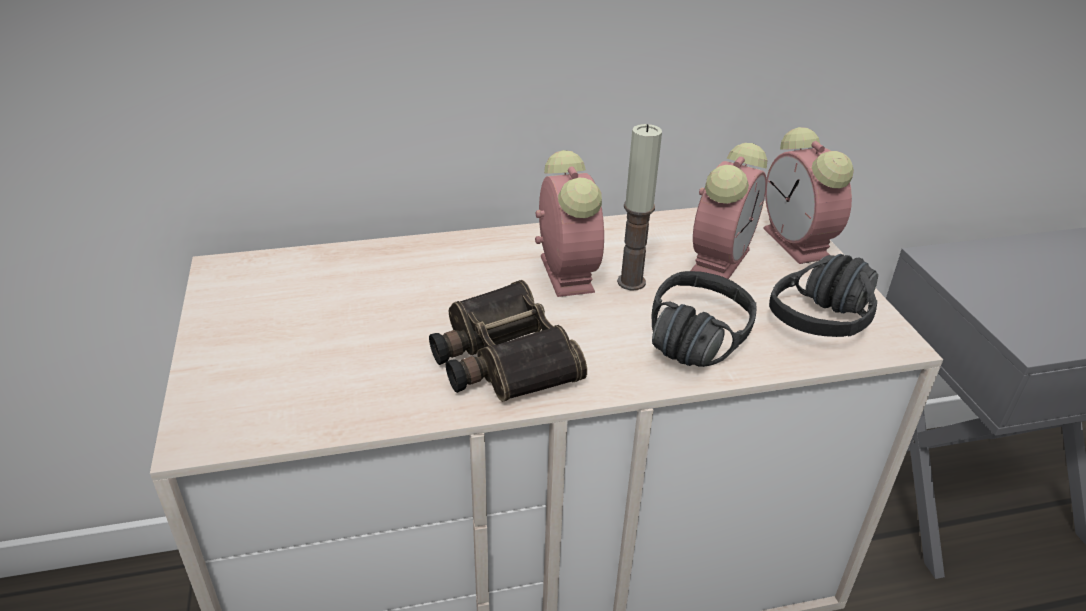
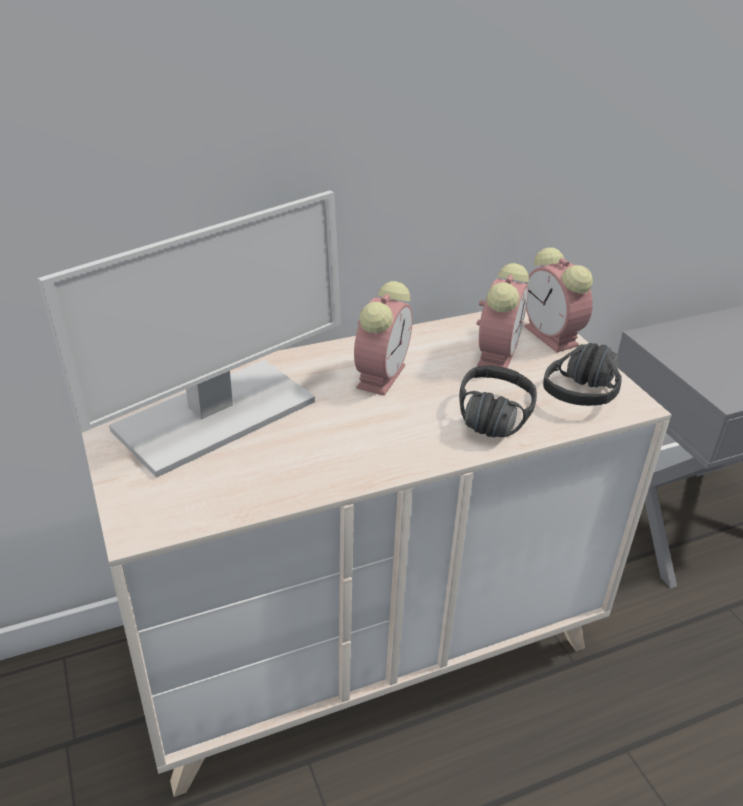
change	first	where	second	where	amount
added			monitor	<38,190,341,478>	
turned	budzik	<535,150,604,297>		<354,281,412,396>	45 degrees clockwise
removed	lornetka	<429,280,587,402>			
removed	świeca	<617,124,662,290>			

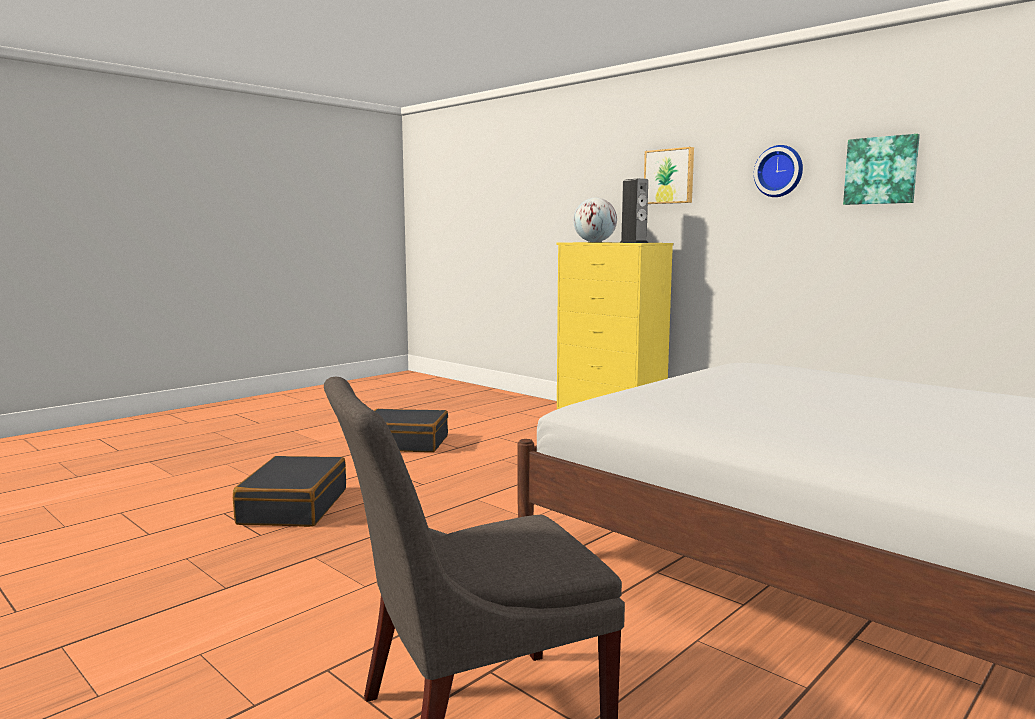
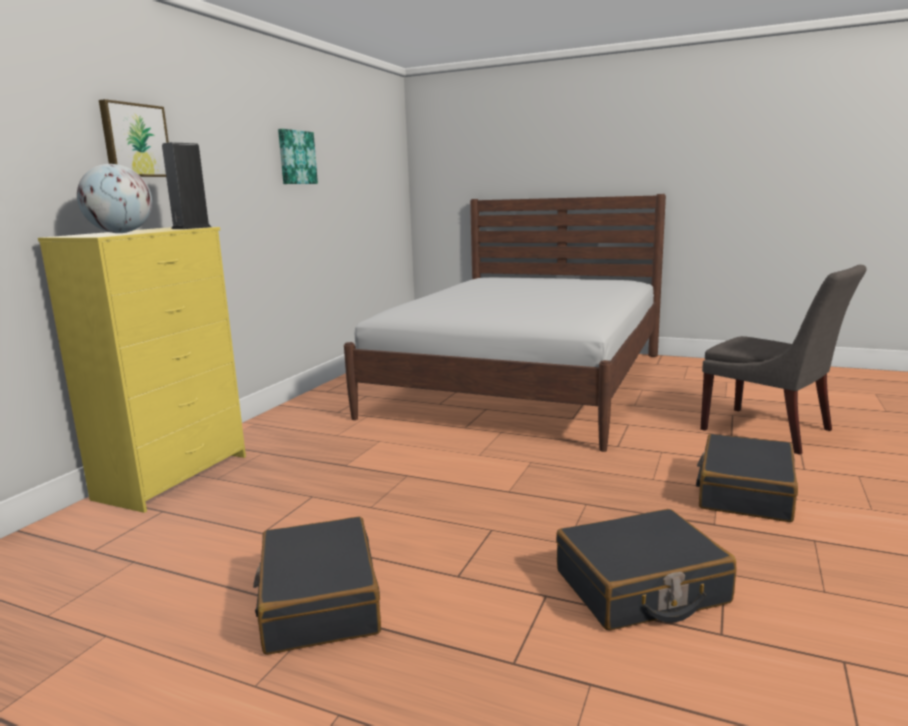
change	first	where	second	where	amount
added			walizka (czarny)	<696,434,798,522>	
removed	zegar ścienny	<754,145,803,197>			

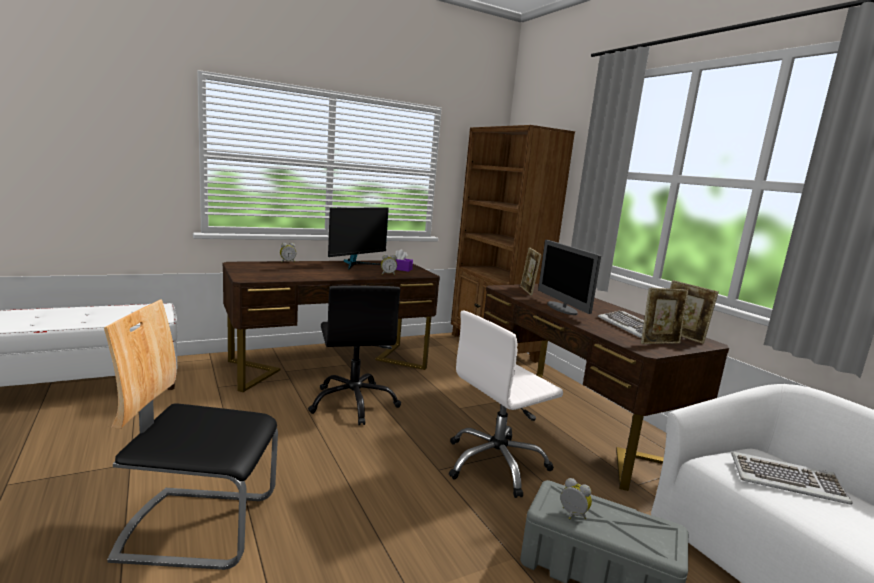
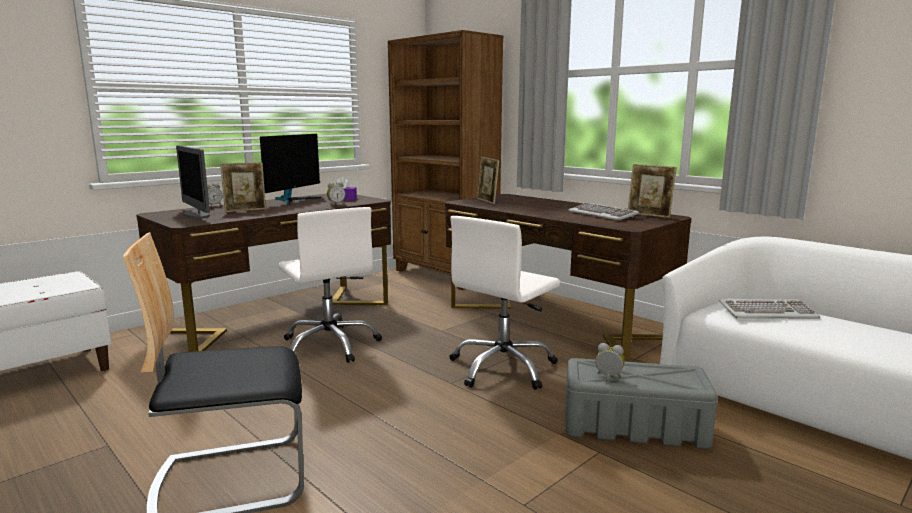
change	first	where	second	where	amount
moved	monitor	<538,240,601,315>		<176,145,210,219>	
moved	ramka na zdjęcie	<641,288,689,344>		<220,162,266,212>	
recoloured	krzesło biurowe (czarny)	<308,285,401,425>	krzesło biurowe (biały)	<278,207,382,363>	

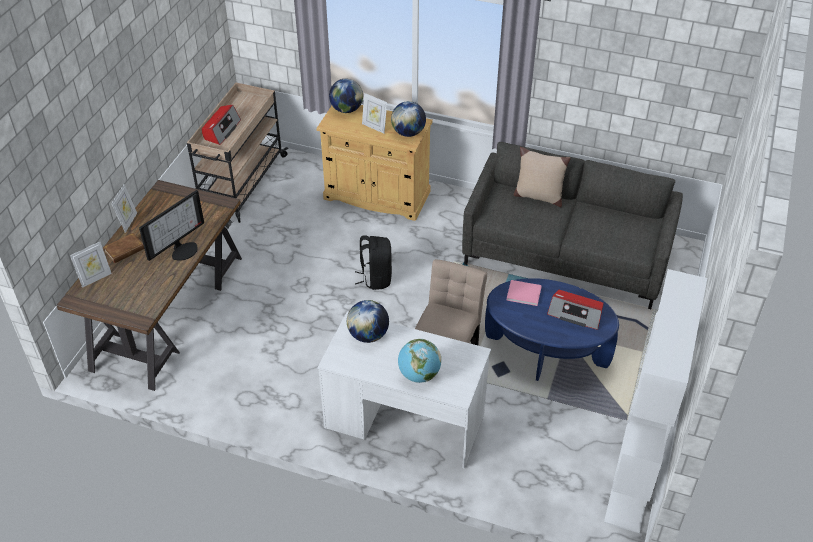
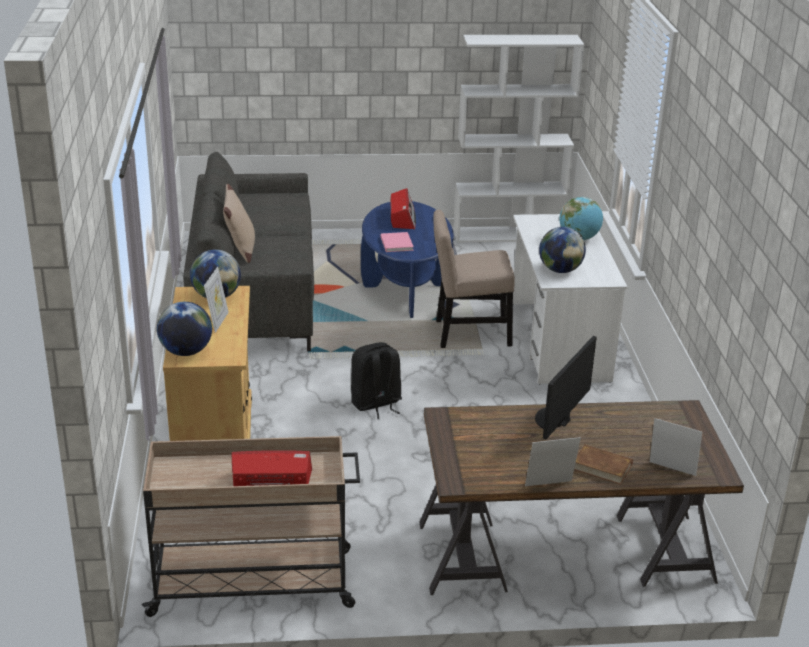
change	first	where	second	where	amount
turned	monitor	<139,190,204,261>		<535,336,597,439>	75 degrees counterclockwise

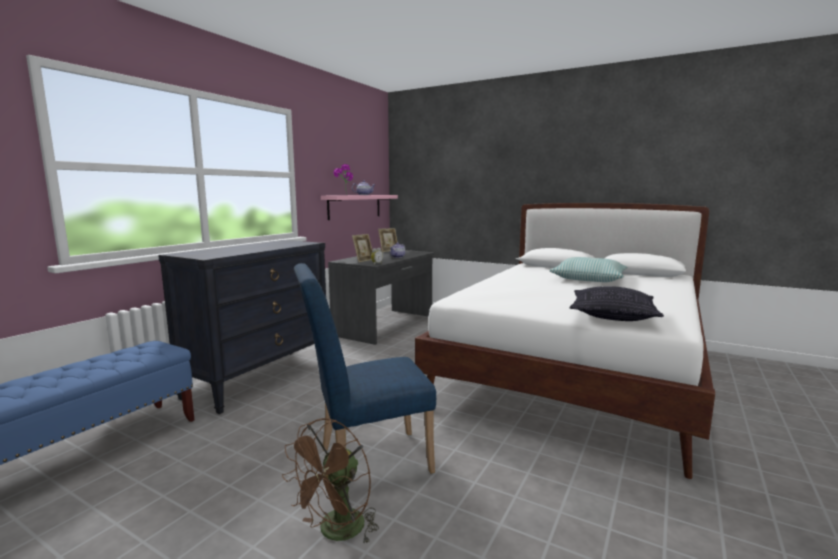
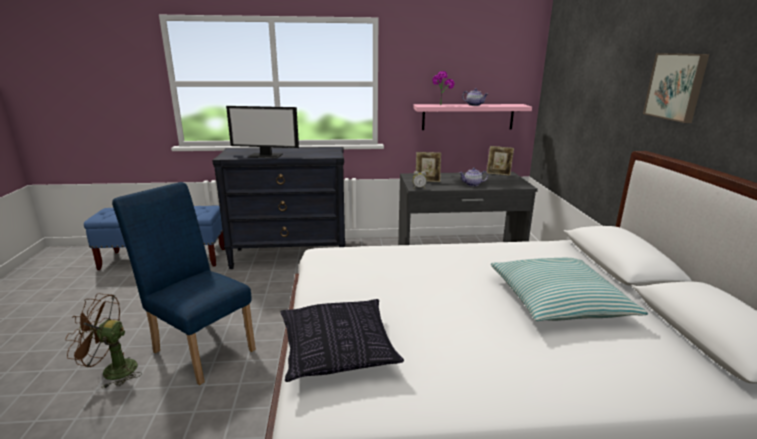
change	first	where	second	where	amount
added			monitor	<226,106,299,159>	
added			obraz	<643,53,709,123>	

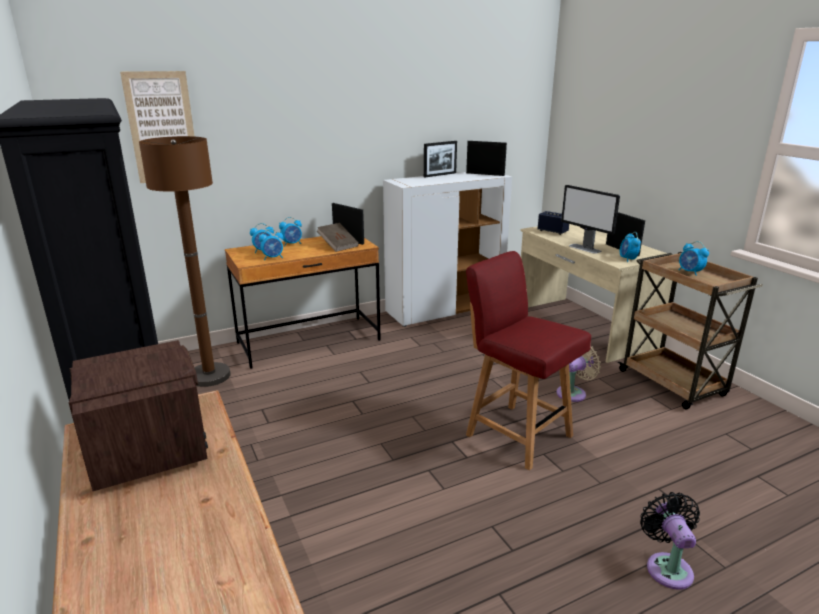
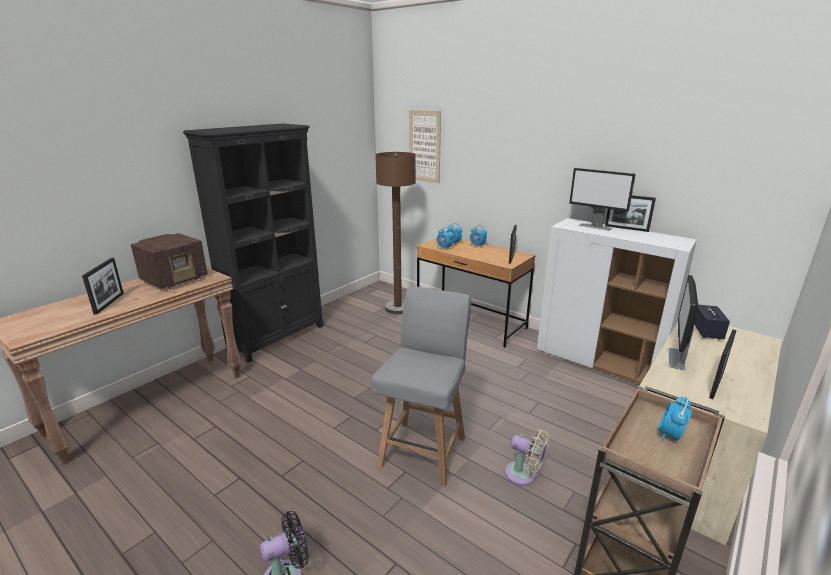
change	first	where	second	where	amount
moved	ramka na zdjęcie	<466,141,507,176>		<82,258,124,315>	
recoloured	krzesło (czerwony)	<466,251,591,470>	krzesło (szary)	<371,287,471,486>	
added			monitor	<569,168,636,231>	
removed	książka (brązowy)	<317,223,359,252>			
removed	budzik	<620,232,641,262>			

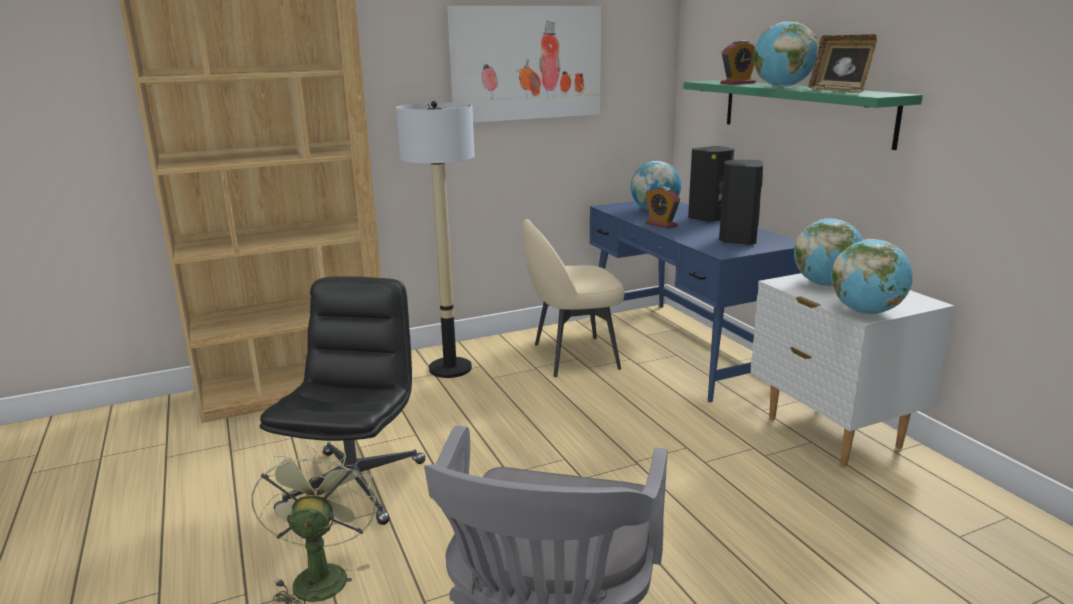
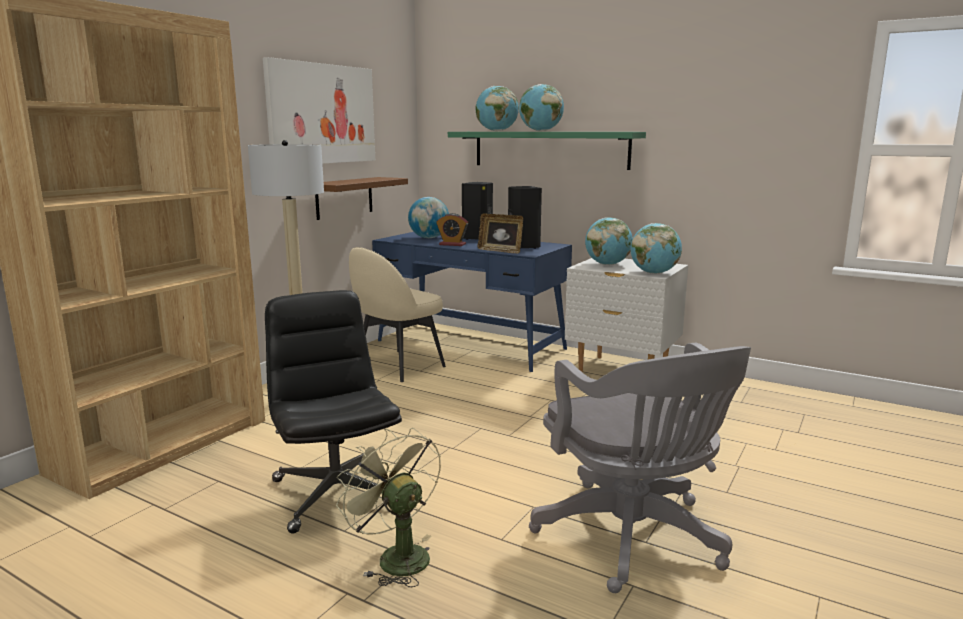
change	first	where	second	where	amount
added			półka (brązowy)	<315,177,408,220>	
replaced	budzik	<721,40,756,85>	globus	<476,86,519,131>	
moved	ramka na zdjęcie	<808,34,877,93>		<478,213,523,254>	

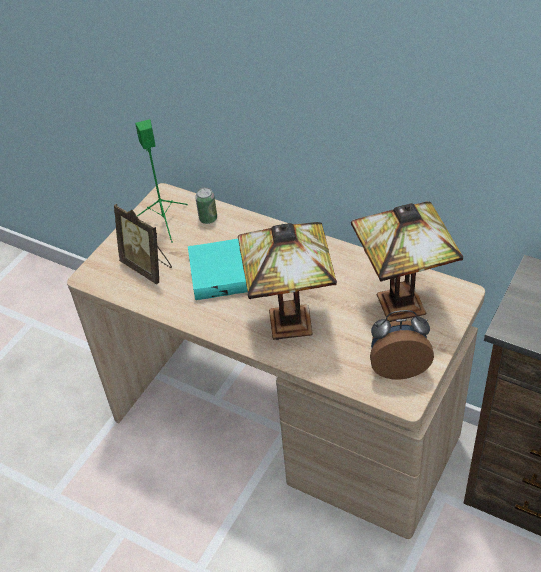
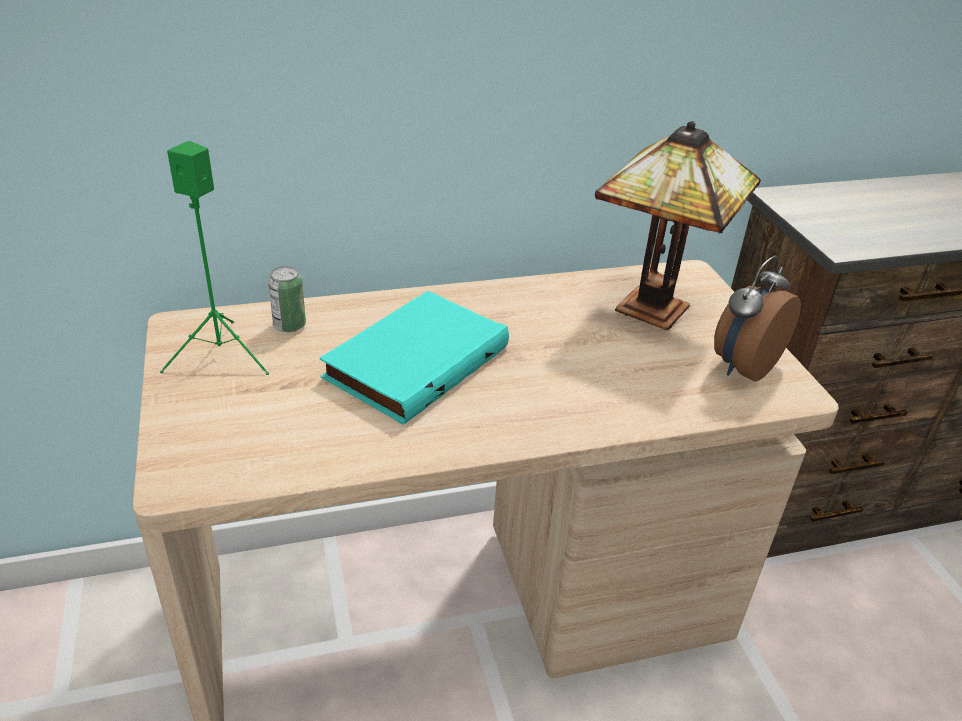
change	first	where	second	where	amount
removed	ramka na zdjęcie	<114,204,172,284>			
removed	lampa stołowa	<238,222,337,340>			

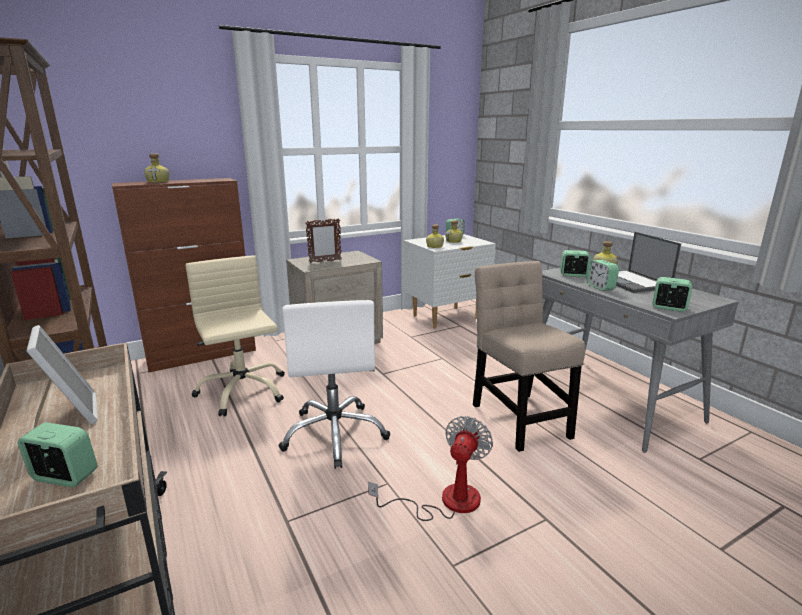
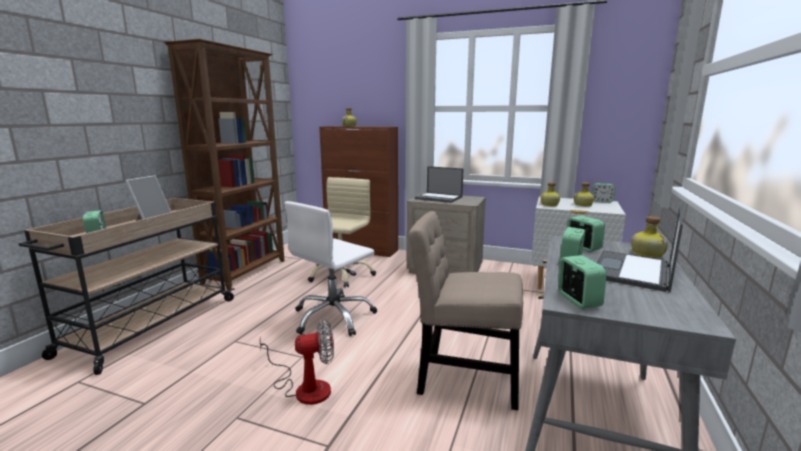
change	first	where	second	where	amount
turned	krzesło (beżowy)	<473,261,585,452>		<409,211,523,410>	105 degrees counterclockwise
replaced	ramka na zdjęcie	<306,218,342,263>	laptop	<414,166,464,203>	

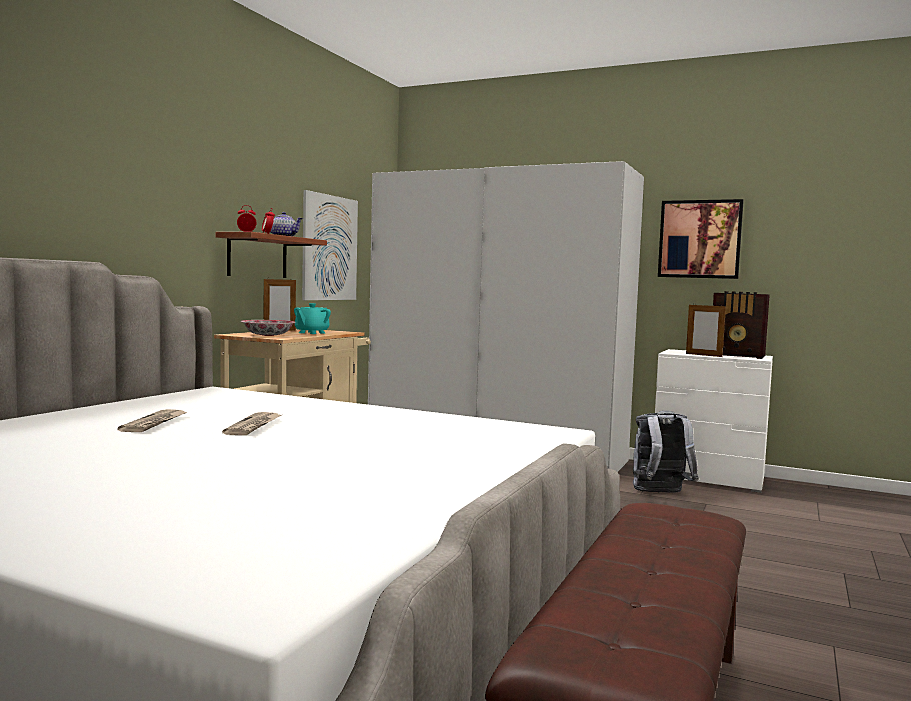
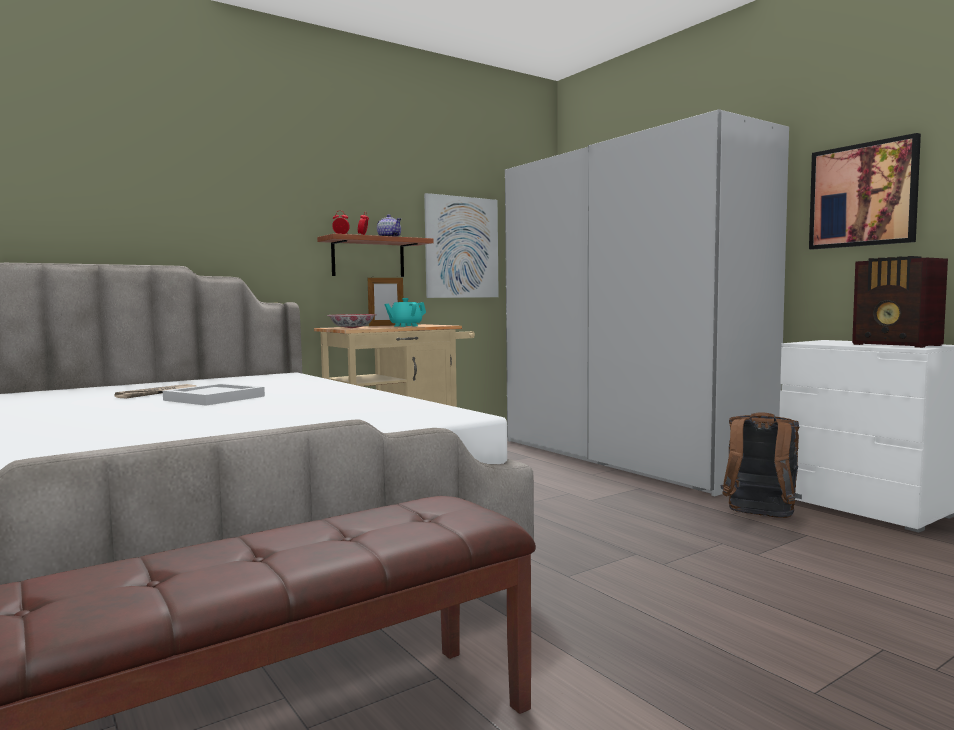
change	first	where	second	where	amount
replaced	gazeta	<222,412,282,435>	taca (biały)	<163,383,265,406>	
recoloured	plecak (szary)	<633,411,699,493>	plecak (brązowy)	<720,413,802,518>	
removed	ramka na zdjęcie	<686,304,726,357>			

